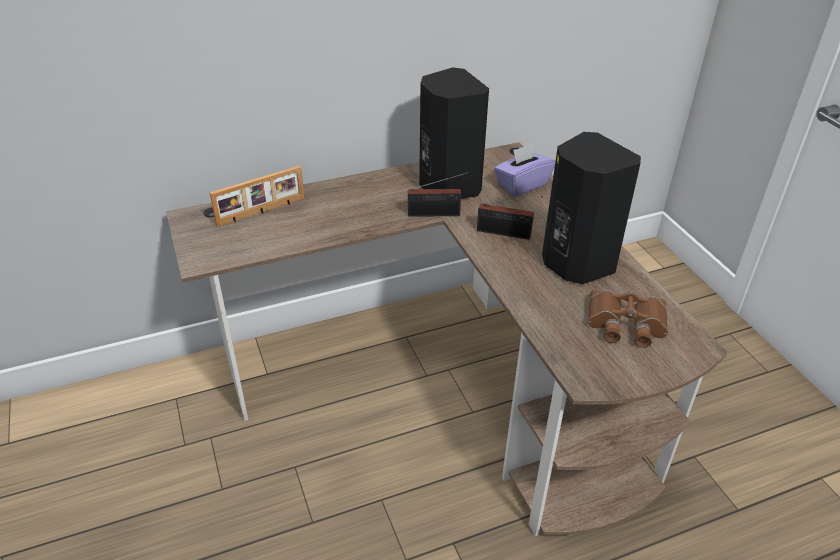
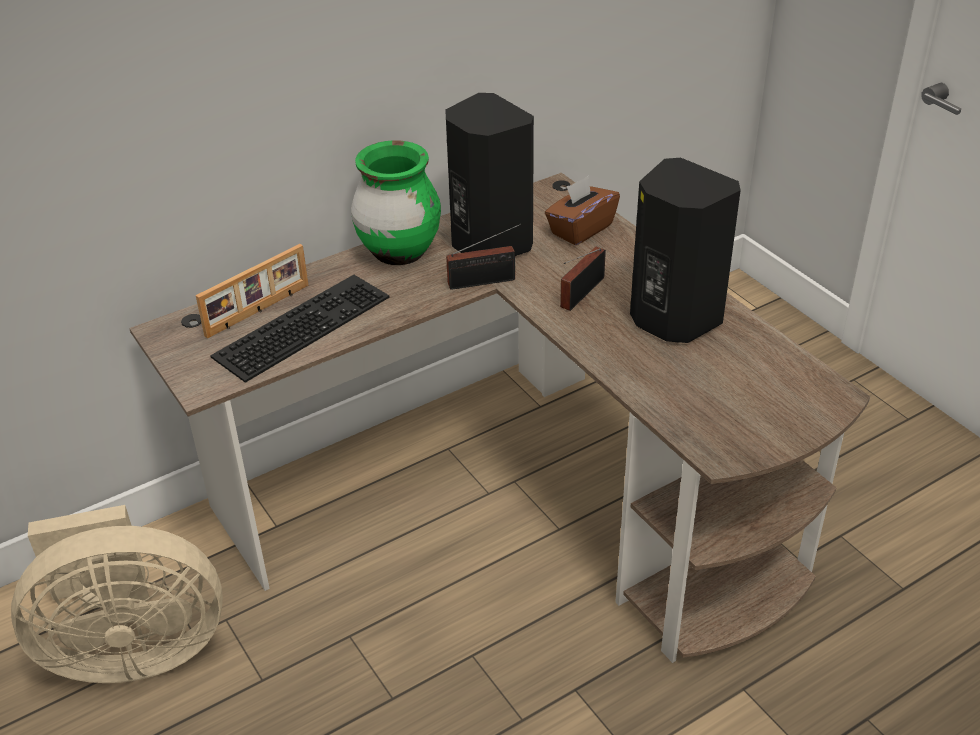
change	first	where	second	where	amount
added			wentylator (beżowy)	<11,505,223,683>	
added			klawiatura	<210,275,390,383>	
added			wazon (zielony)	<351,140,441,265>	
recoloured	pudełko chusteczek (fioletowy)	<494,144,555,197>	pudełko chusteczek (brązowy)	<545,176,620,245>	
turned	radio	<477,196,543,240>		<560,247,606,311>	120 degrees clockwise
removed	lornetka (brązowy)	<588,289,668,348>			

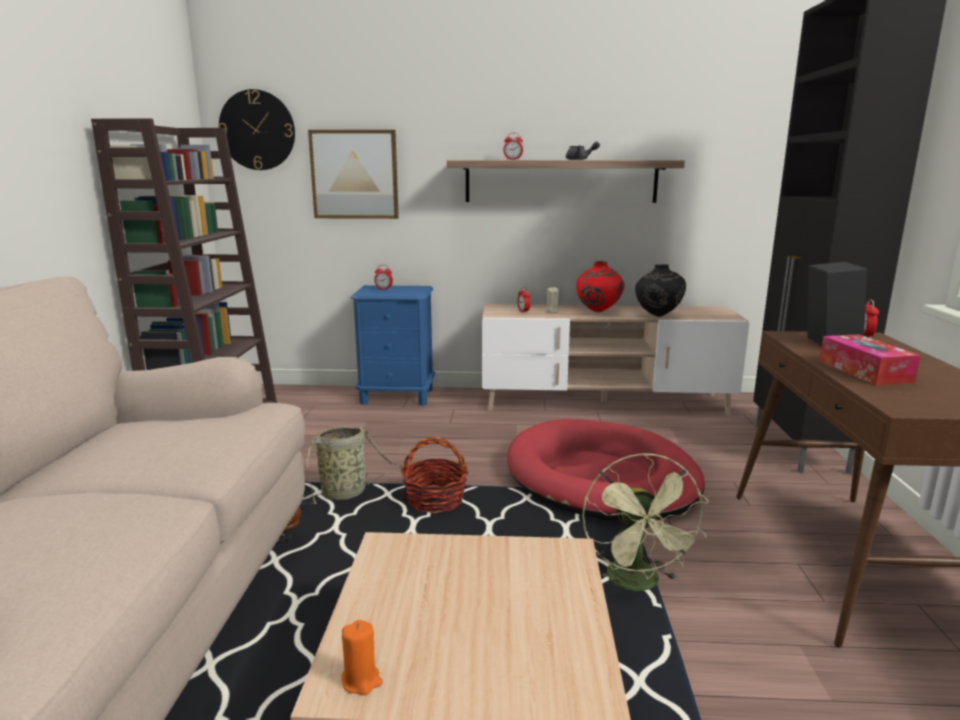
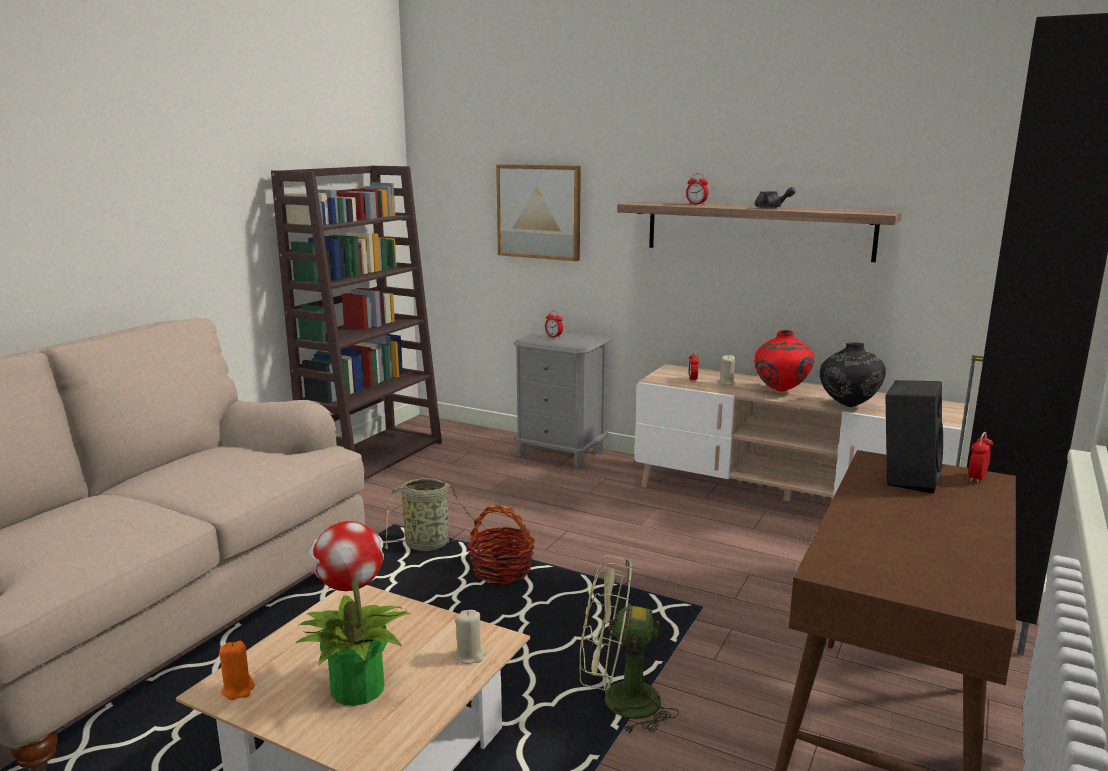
change	first	where	second	where	amount
added			roślina doniczkowa	<295,521,410,706>	
added			świeca (beżowy)	<453,610,487,664>	
recoloured	szafka nocna (niebieski)	<351,285,435,406>	szafka nocna (szary)	<513,329,611,469>	
turned	wentylator (zielony)	<582,453,709,591>		<579,555,679,735>	75 degrees clockwise
removed	zegar ścienny	<218,89,295,170>			
removed	legowisko (czerwony)	<507,419,705,520>			
removed	pudełko chusteczek	<820,334,921,385>			

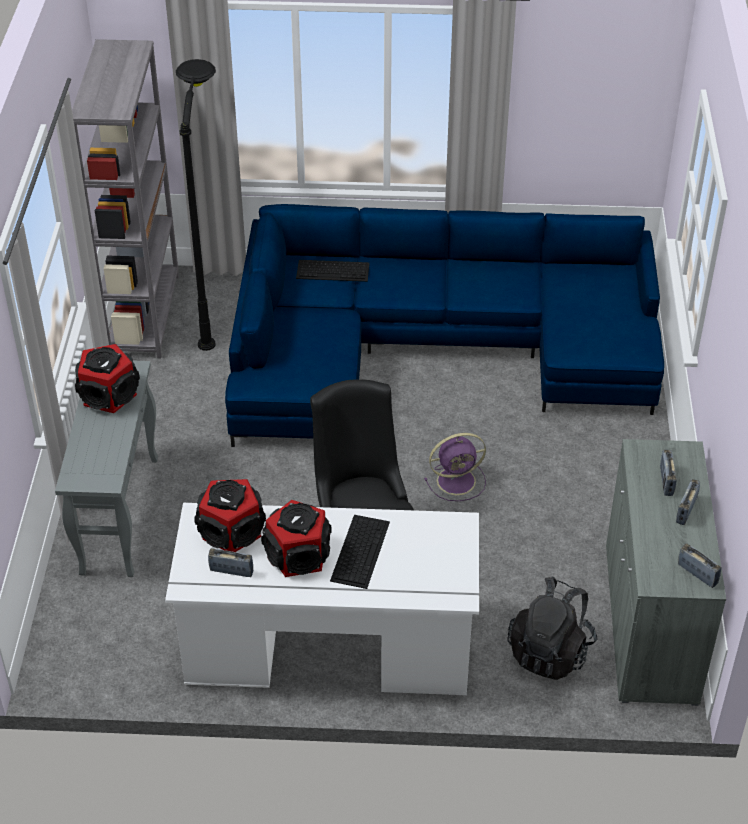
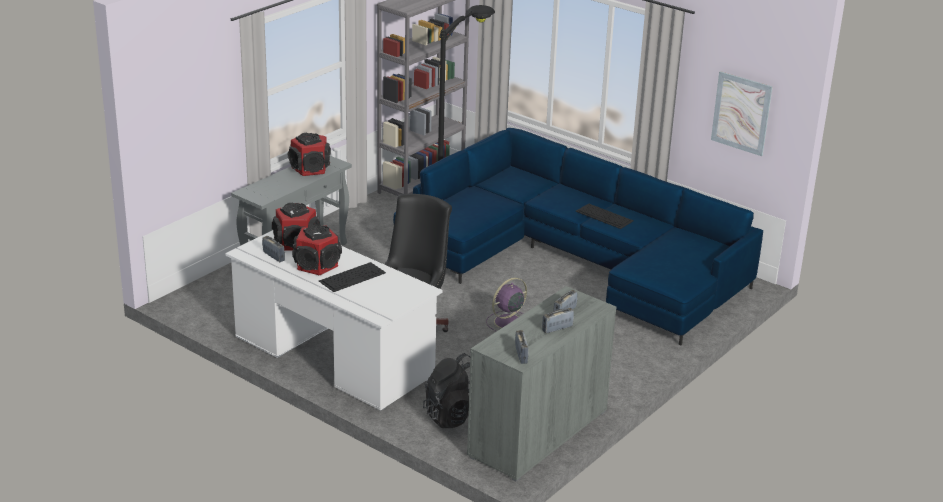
change	first	where	second	where	amount
turned	wentylator (fioletowy)	<425,433,486,501>		<486,278,527,332>	120 degrees clockwise
moved	klawiatura	<296,260,370,282>		<575,204,633,229>	
added			obraz	<711,71,773,156>	

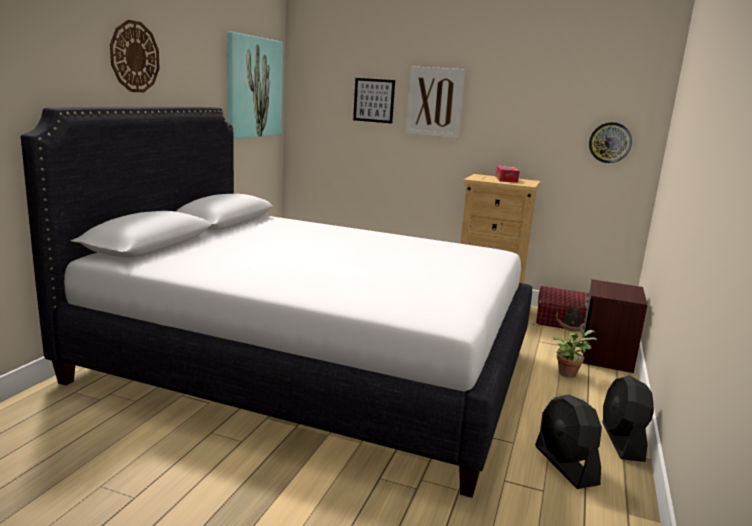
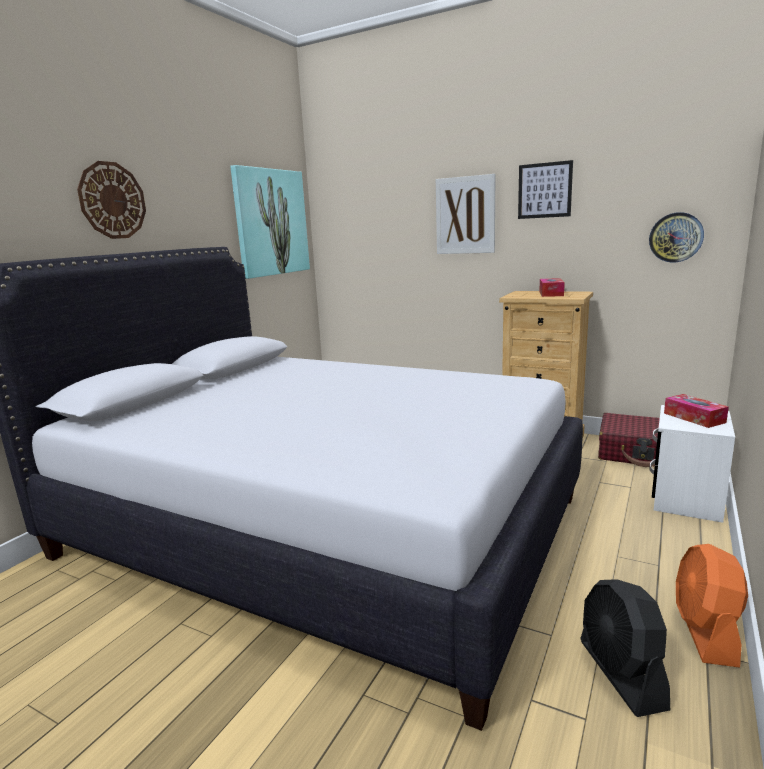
change	first	where	second	where	amount
moved	obraz	<353,78,395,124>		<518,160,573,219>	
recoloured	szafka nocna (brązowy)	<580,279,648,373>	szafka nocna (biały)	<649,405,735,523>	
added			pudełko chusteczek	<664,394,729,428>	
recoloured	wentylator (czarny)	<602,375,654,462>	wentylator (pomarańczowy)	<676,544,748,668>	
removed	roślina doniczkowa	<553,330,597,378>			

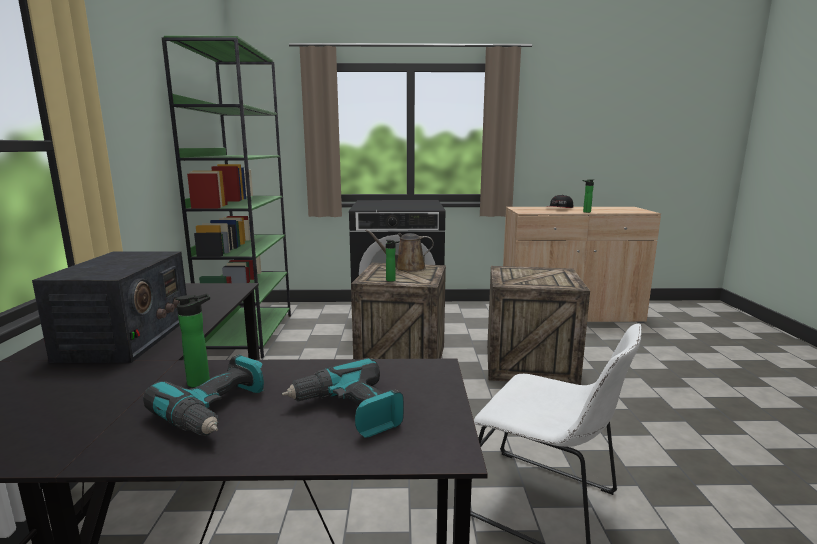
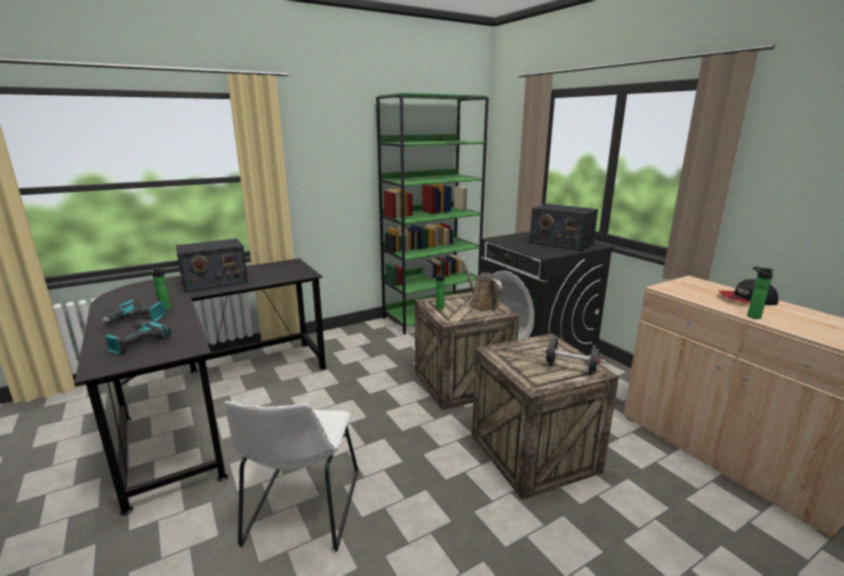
change	first	where	second	where	amount
added			radio	<530,204,598,251>	
added			hantel (czarny)	<541,338,606,375>	

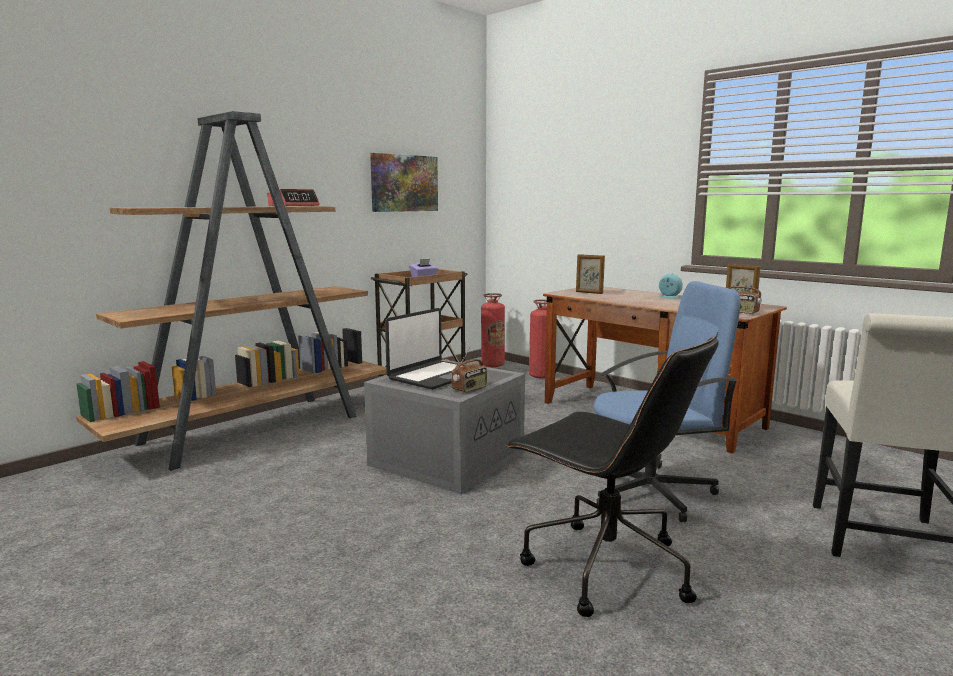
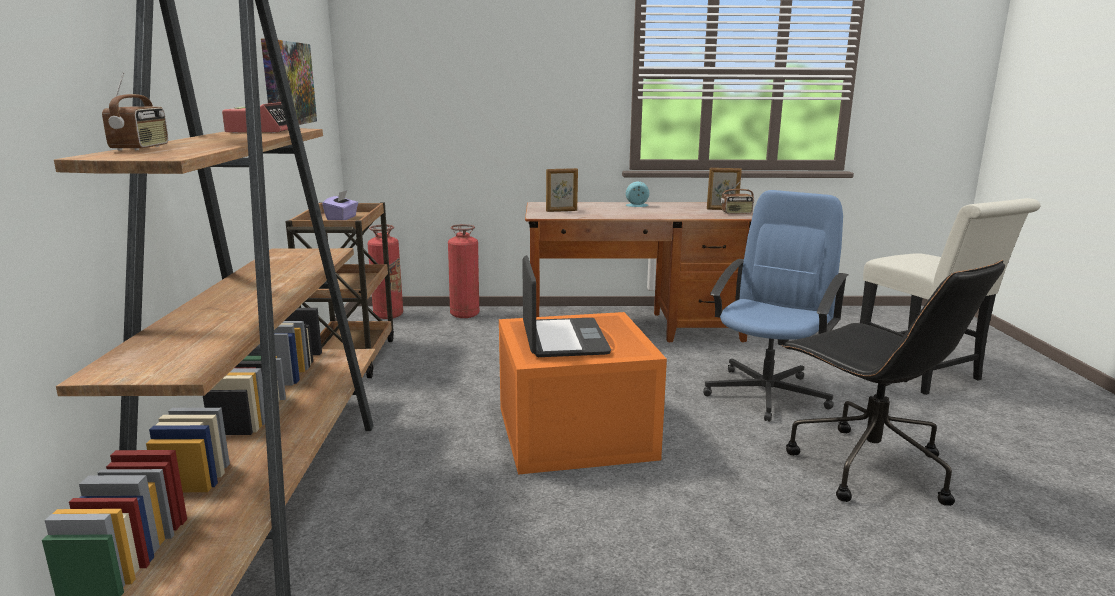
change	first	where	second	where	amount
moved	radio	<452,347,487,392>		<102,73,168,150>	
recoloured	pojemnik do przechowywania (szary)	<364,360,525,494>	pojemnik do przechowywania (pomarańczowy)	<499,312,667,475>	
turned	krzesło biurowe (czarny)	<506,335,719,617>		<782,260,1005,506>	60 degrees clockwise

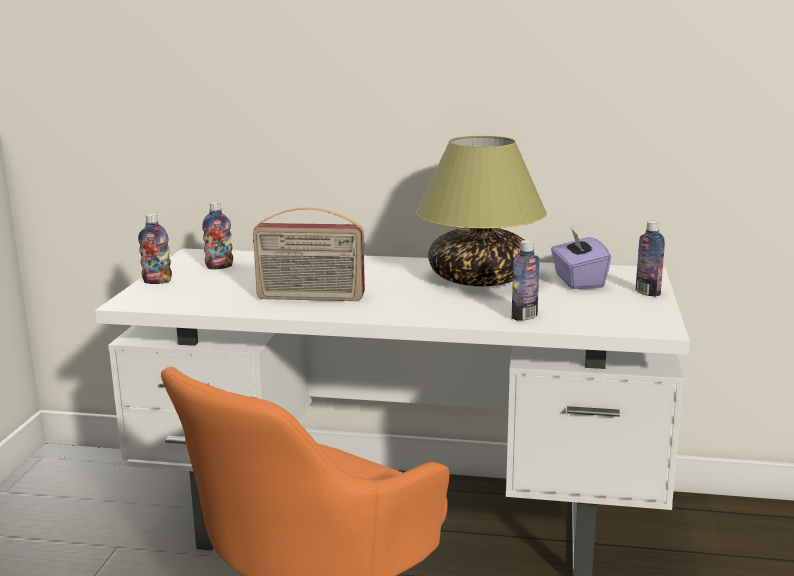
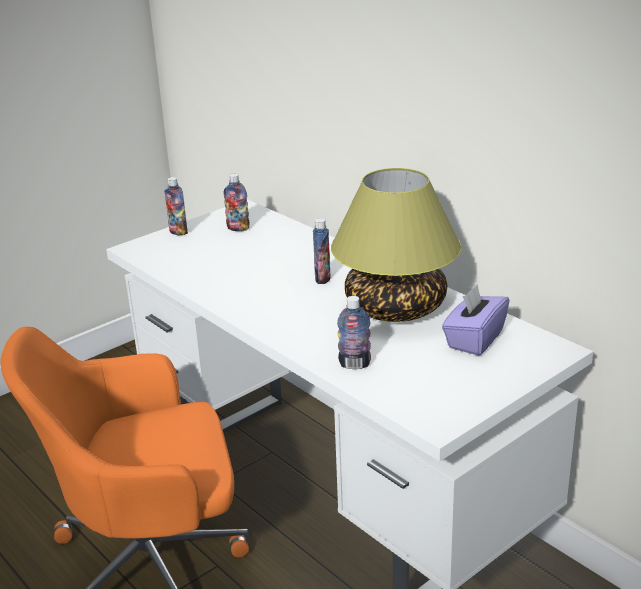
change	first	where	second	where	amount
moved	butelka	<636,221,665,297>		<313,218,330,284>	
removed	radio	<253,207,365,301>			

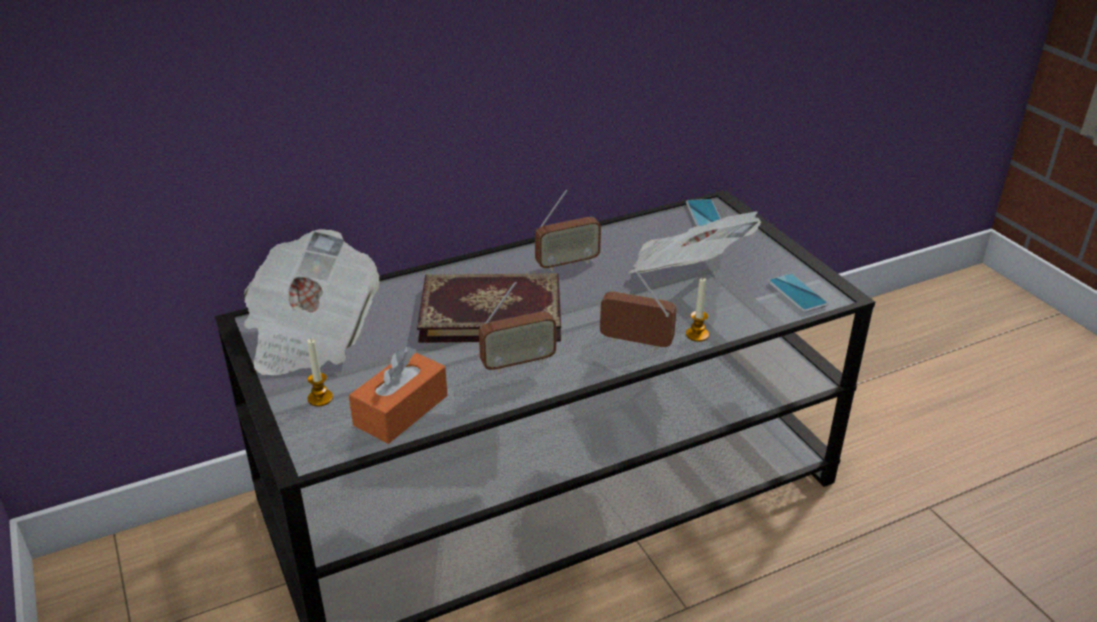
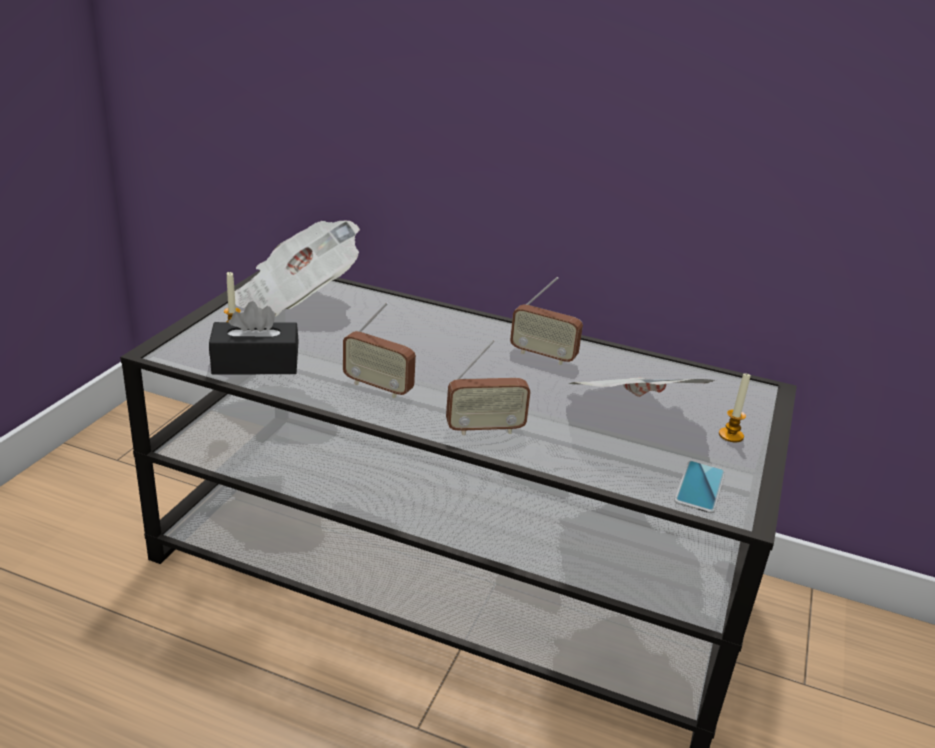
change	first	where	second	where	amount
recoloured	pudełko chusteczek (pomarańczowy)	<349,346,447,444>	pudełko chusteczek (czarny)	<209,301,299,375>	
turned	radio	<600,271,677,350>		<446,340,531,436>	105 degrees clockwise
moved	świeca	<686,278,709,342>		<719,372,751,442>	
removed	książka	<417,273,561,343>			
removed	telefon	<686,199,721,226>			

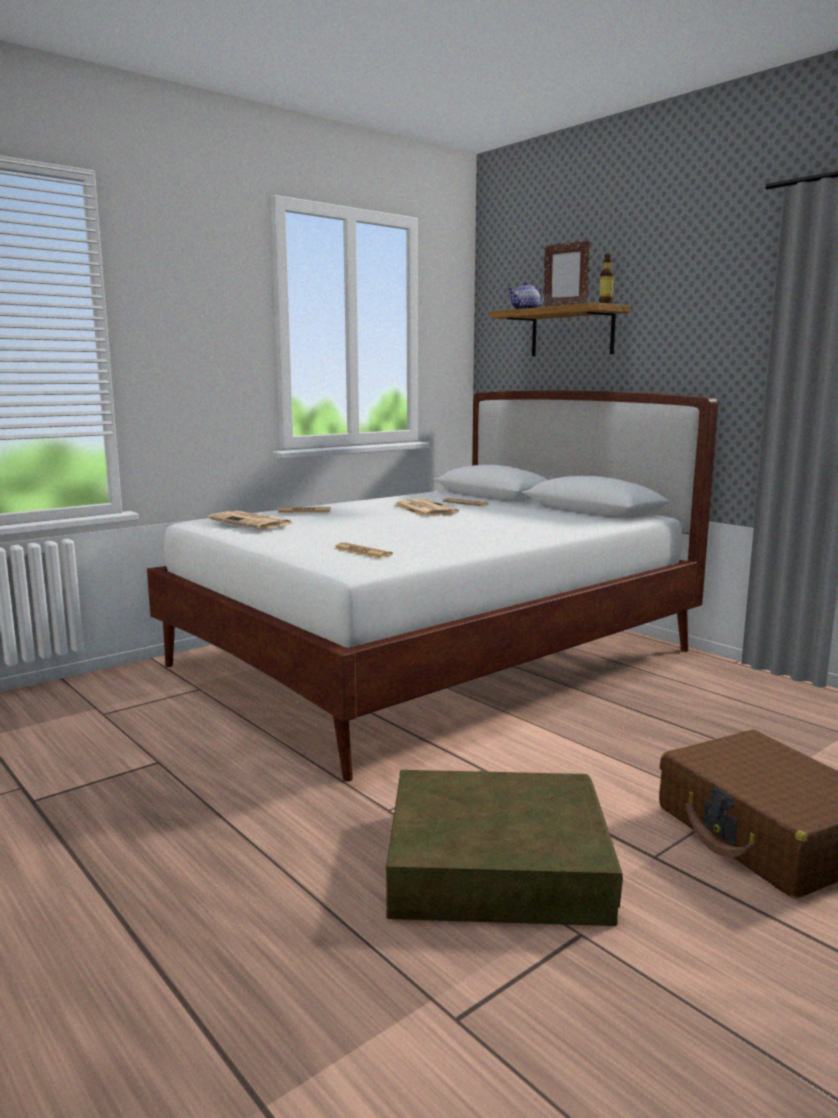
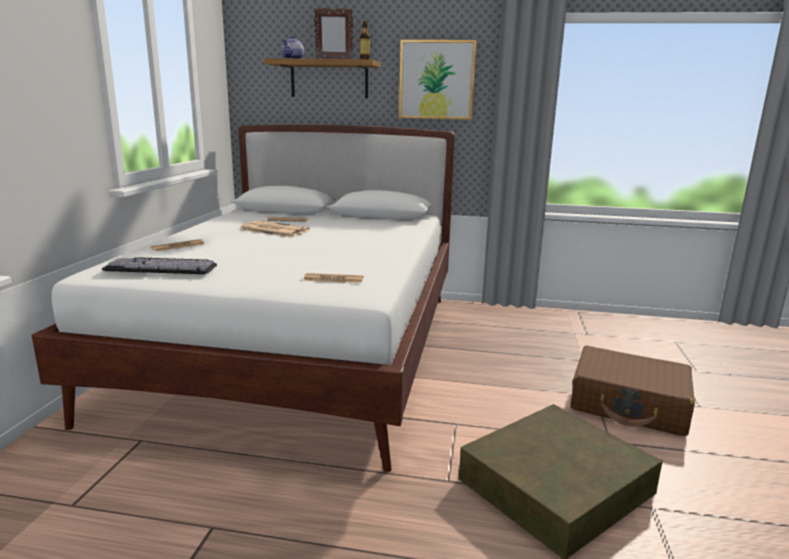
change	first	where	second	where	amount
replaced	gazeta	<208,511,293,529>	klawiatura	<102,257,217,274>	
added			obraz	<399,40,477,120>	

